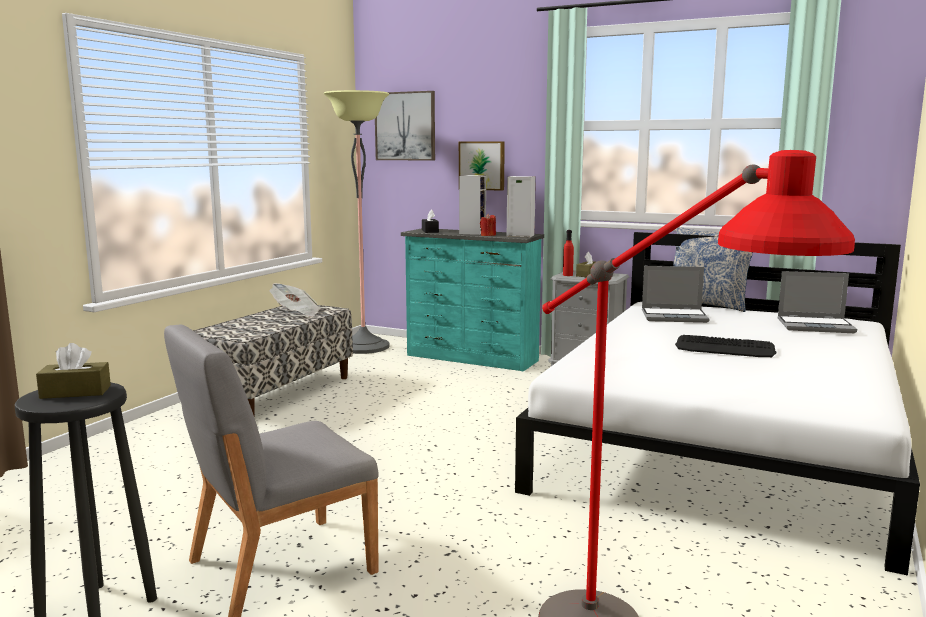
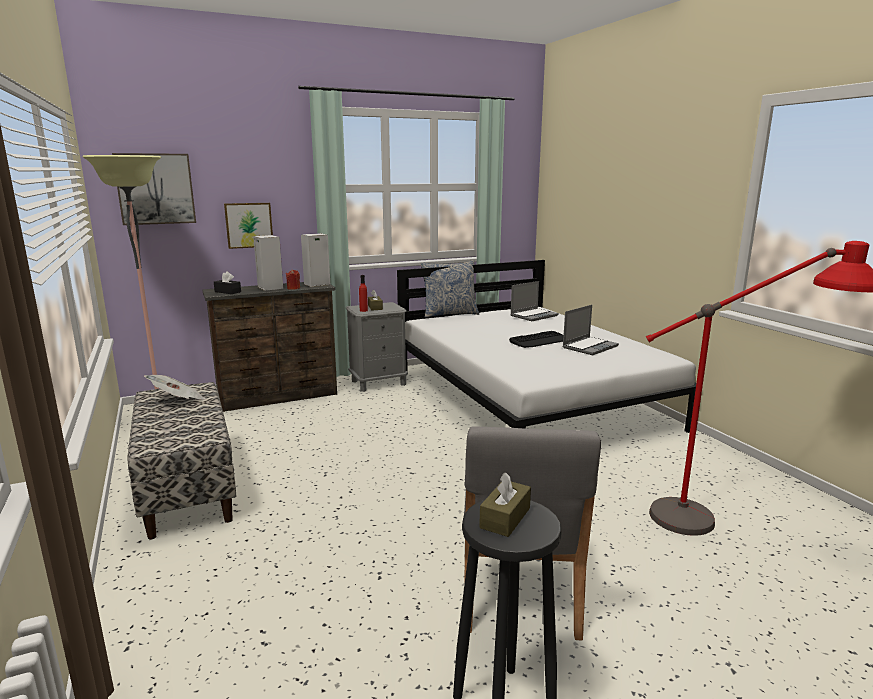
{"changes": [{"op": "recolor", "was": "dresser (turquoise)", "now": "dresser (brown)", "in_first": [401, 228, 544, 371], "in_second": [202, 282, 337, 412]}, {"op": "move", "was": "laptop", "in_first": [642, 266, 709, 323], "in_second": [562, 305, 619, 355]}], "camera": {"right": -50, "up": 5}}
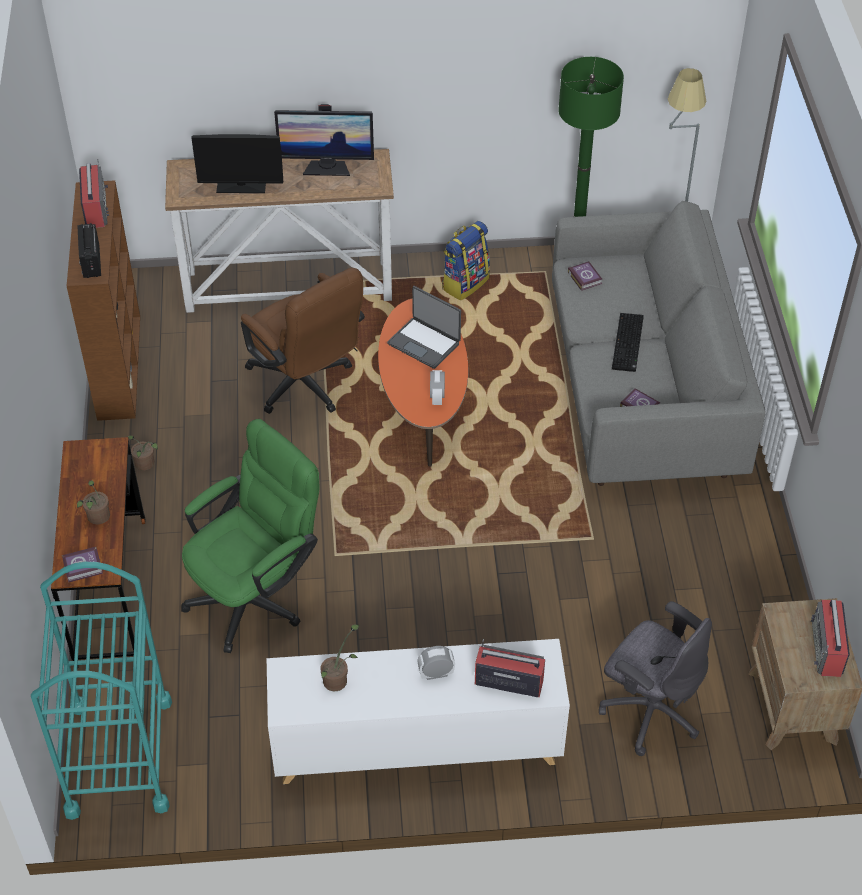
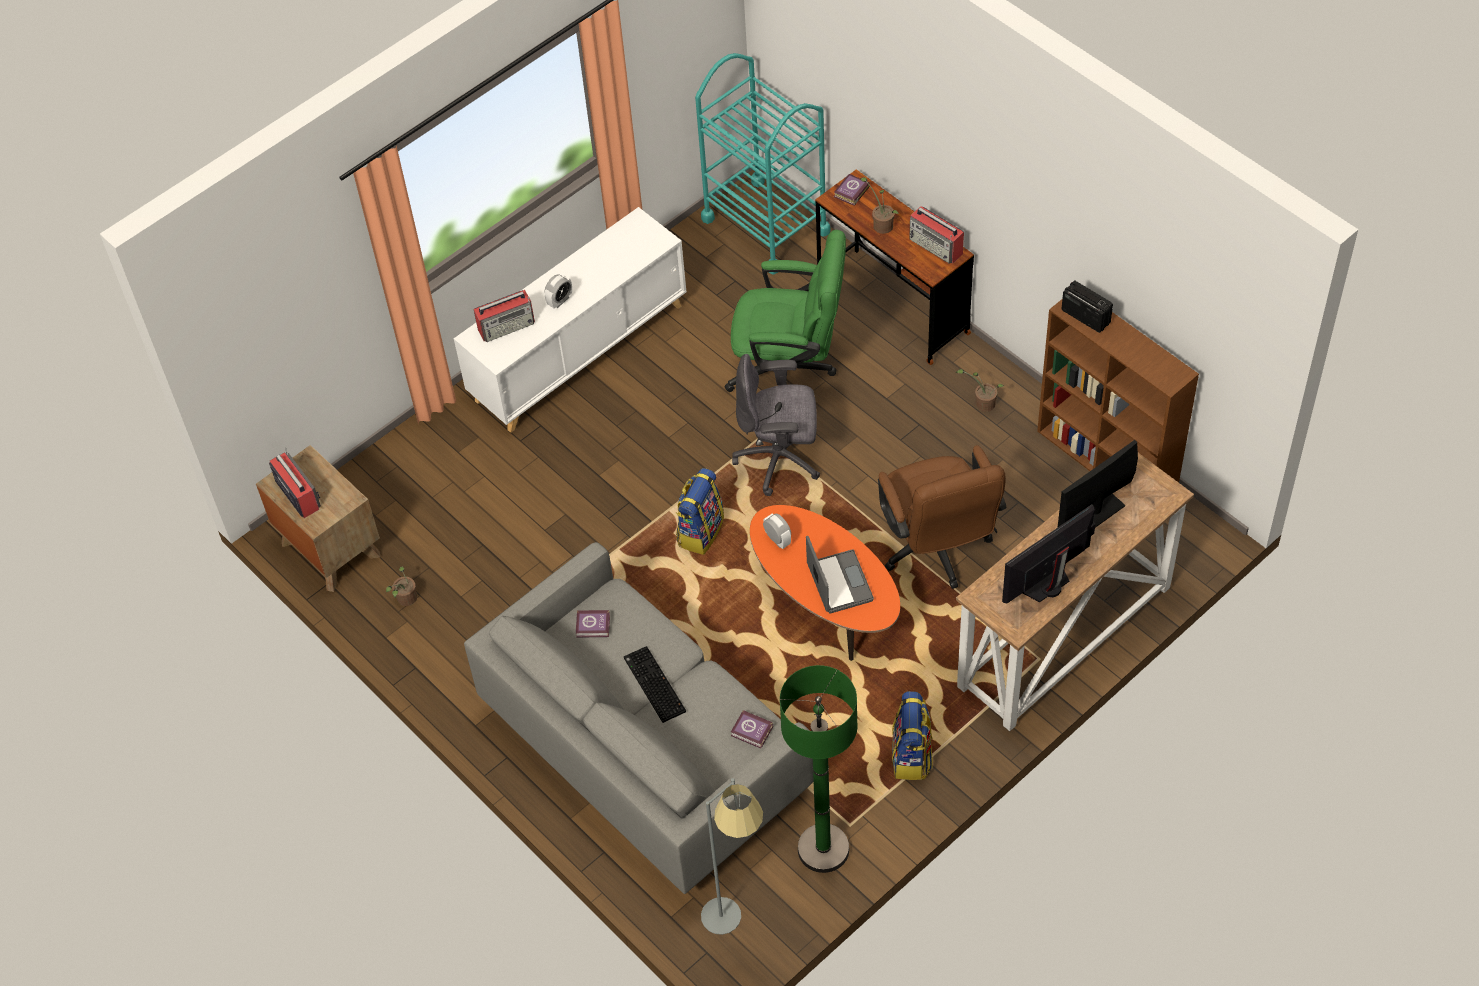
{"changes": [{"op": "move", "was": "radio", "in_first": [79, 159, 109, 228], "in_second": [910, 206, 964, 264]}, {"op": "rotate", "was": "office chair (brown)", "in_first": [241, 268, 365, 413], "in_second": [878, 445, 1006, 589], "clockwise": -120}, {"op": "rotate", "was": "laptop", "in_first": [387, 286, 461, 369], "in_second": [806, 536, 874, 613], "clockwise": 75}, {"op": "rotate", "was": "office chair (green)", "in_first": [181, 419, 319, 653], "in_second": [725, 230, 846, 392], "clockwise": -90}, {"op": "move", "was": "office chair (grey)", "in_first": [599, 601, 712, 756], "in_second": [732, 354, 820, 496]}, {"op": "move", "was": "potted plant", "in_first": [321, 624, 359, 691], "in_second": [386, 566, 417, 606]}, {"op": "insert", "now": "backpack", "in_second": [676, 468, 724, 555]}], "camera": {"right": 145, "up": 5}}
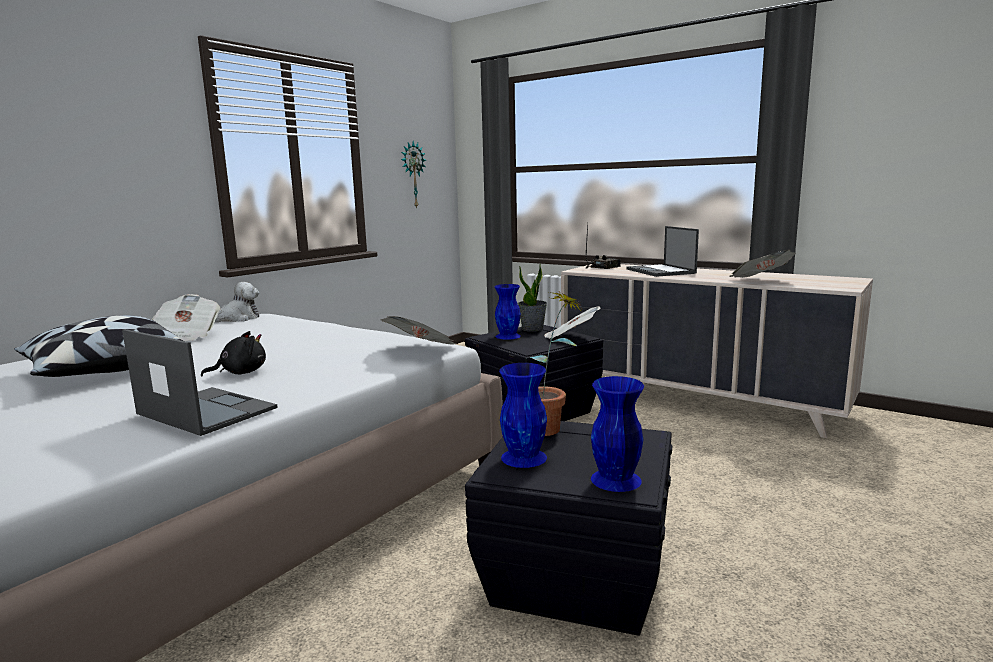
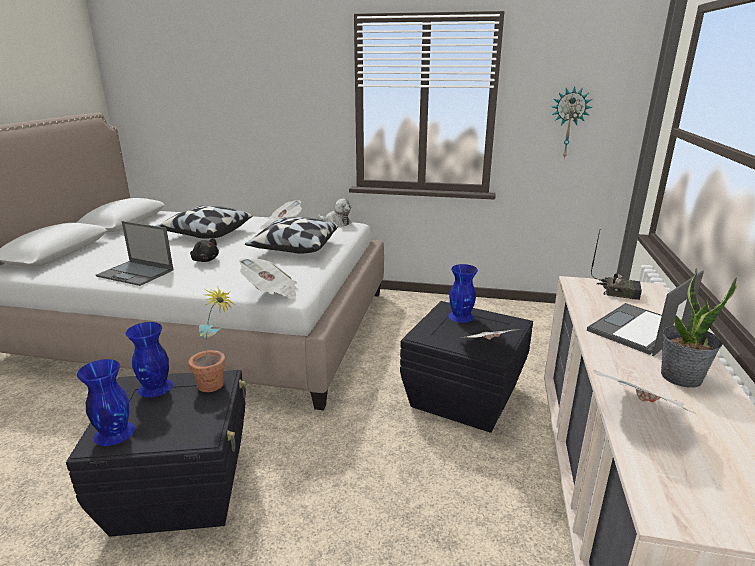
{"changes": [{"op": "move", "was": "potted plant", "in_first": [518, 263, 547, 332], "in_second": [661, 268, 737, 388]}, {"op": "rotate", "was": "laptop", "in_first": [122, 329, 277, 436], "in_second": [96, 221, 174, 286], "clockwise": 105}, {"op": "insert", "now": "pillow", "in_second": [245, 217, 338, 254]}], "camera": {"right": 65, "up": 10}}
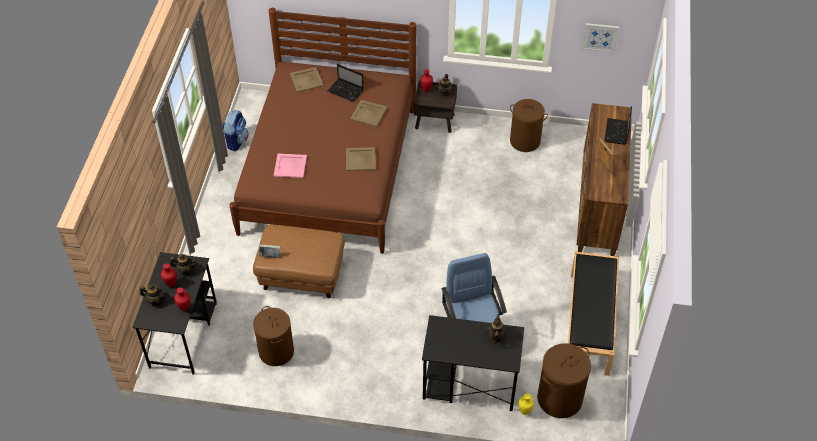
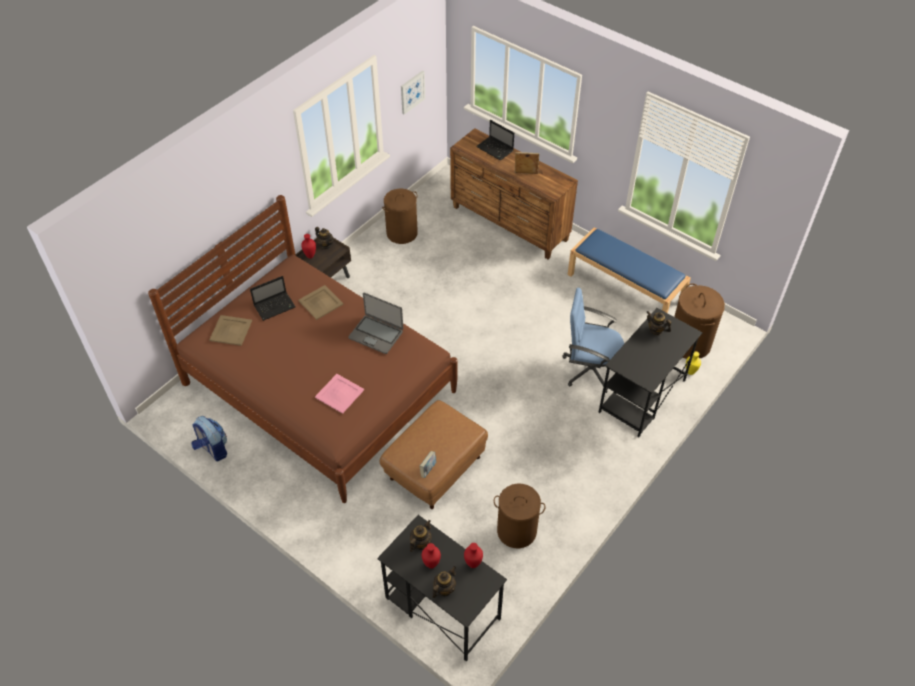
{"changes": [{"op": "replace", "was": "tray (beige)", "now": "laptop", "in_first": [346, 147, 376, 171], "in_second": [348, 293, 403, 354]}, {"op": "recolor", "was": "bench (black)", "now": "bench (blue)", "in_first": [568, 252, 619, 376], "in_second": [568, 227, 691, 313]}], "camera": {"right": -60, "up": 0}}
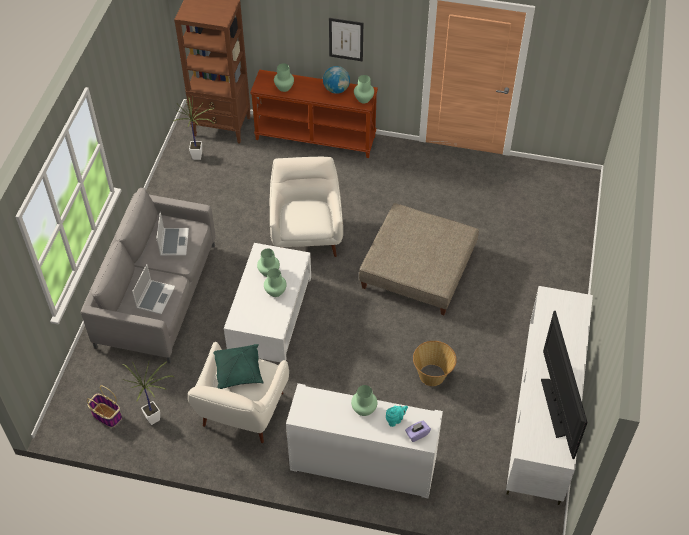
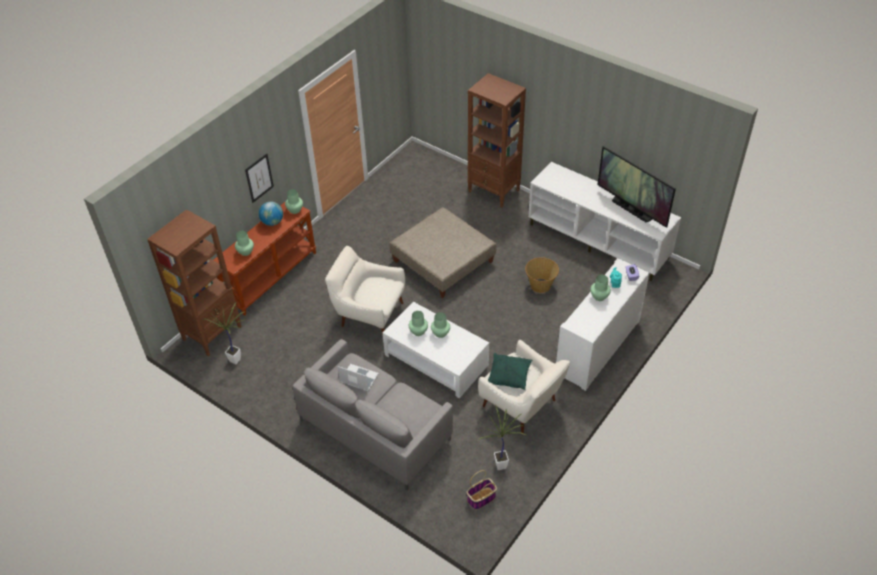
{"changes": [{"op": "delete", "was": "laptop", "in_first": [132, 264, 175, 315]}, {"op": "rotate", "was": "television", "in_first": [541, 311, 588, 459], "in_second": [597, 146, 676, 228], "clockwise": -150}, {"op": "insert", "now": "bookcase (brown)", "in_second": [467, 73, 526, 208]}], "camera": {"right": -65, "up": -5}}
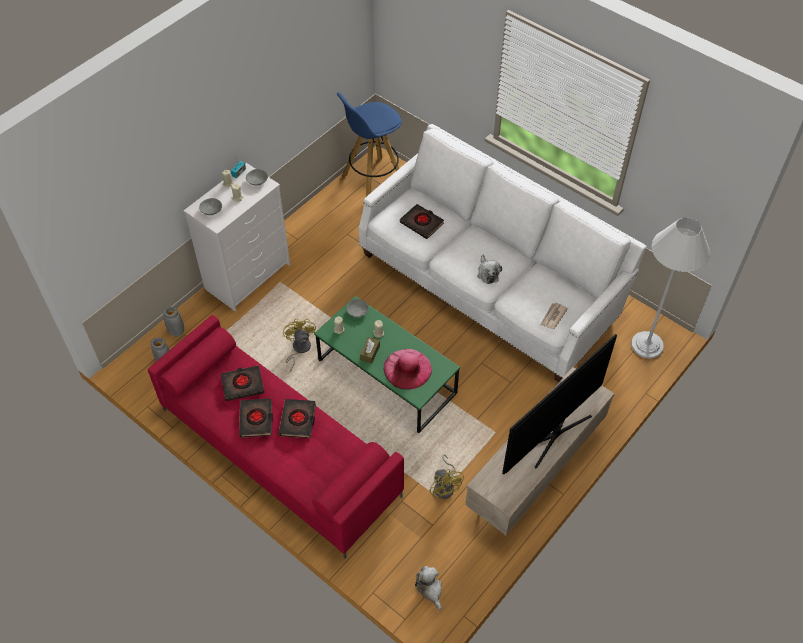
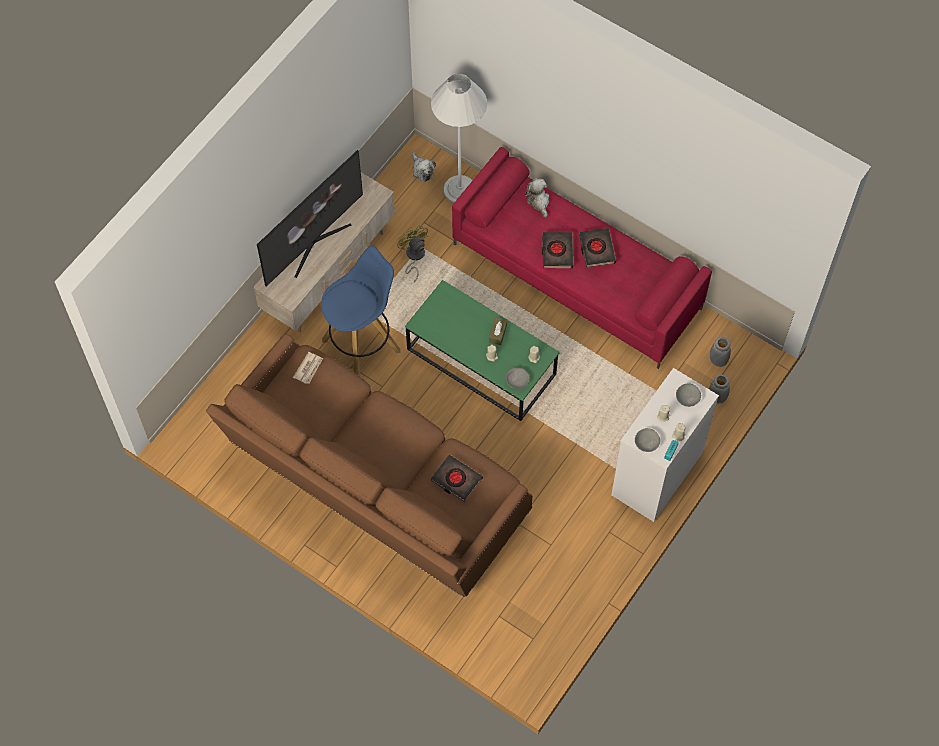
{"changes": [{"op": "move", "was": "stool (blue)", "in_first": [337, 92, 402, 197], "in_second": [321, 246, 401, 376]}, {"op": "recolor", "was": "sofa (white)", "now": "sofa (brown)", "in_first": [359, 124, 646, 382], "in_second": [206, 334, 533, 597]}, {"op": "move", "was": "floor lamp (white)", "in_first": [631, 217, 710, 359], "in_second": [431, 74, 487, 203]}, {"op": "move", "was": "plush toy", "in_first": [477, 254, 502, 284], "in_second": [525, 178, 550, 218]}, {"op": "delete", "was": "fan (yellow)", "in_first": [283, 318, 316, 372]}, {"op": "delete", "was": "hat (pink)", "in_first": [383, 349, 432, 390]}, {"op": "delete", "was": "book (black)", "in_first": [221, 365, 265, 401]}], "camera": {"right": 175, "up": 10}}
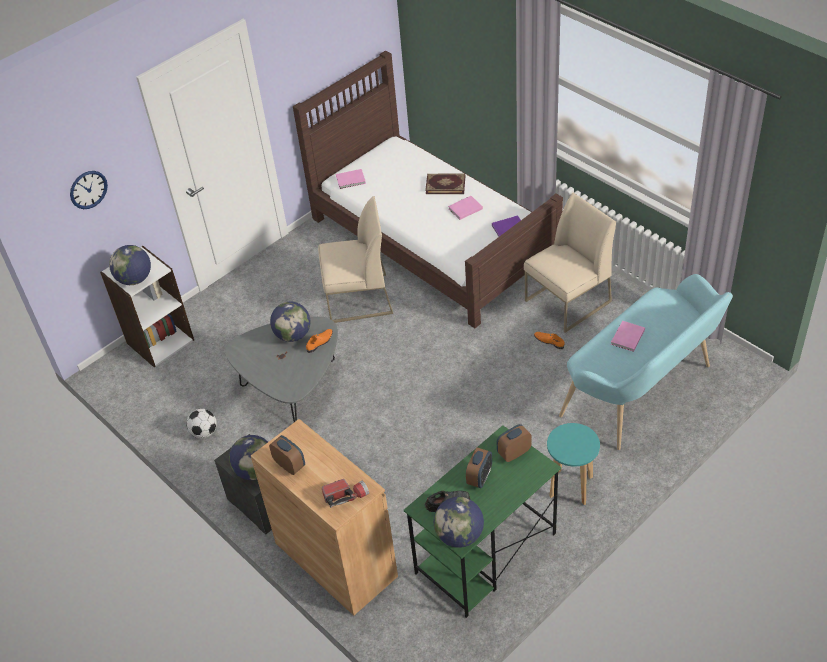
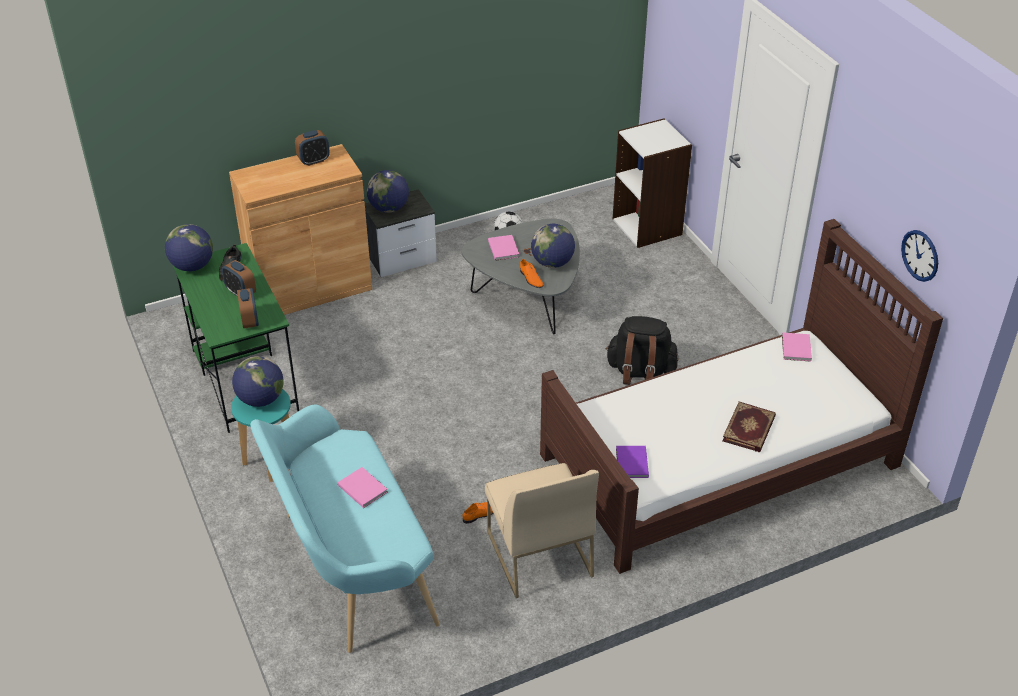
{"changes": [{"op": "move", "was": "wall clock", "in_first": [70, 171, 108, 209], "in_second": [901, 230, 938, 282]}, {"op": "replace", "was": "chair (beige)", "now": "backpack (black)", "in_first": [318, 196, 393, 323], "in_second": [605, 316, 678, 385]}, {"op": "move", "was": "book (pink)", "in_first": [448, 196, 483, 220], "in_second": [488, 235, 519, 261]}, {"op": "move", "was": "globe", "in_first": [109, 245, 151, 285], "in_second": [232, 356, 284, 407]}, {"op": "delete", "was": "flashlight", "in_first": [322, 479, 369, 508]}], "camera": {"right": 105, "up": -5}}
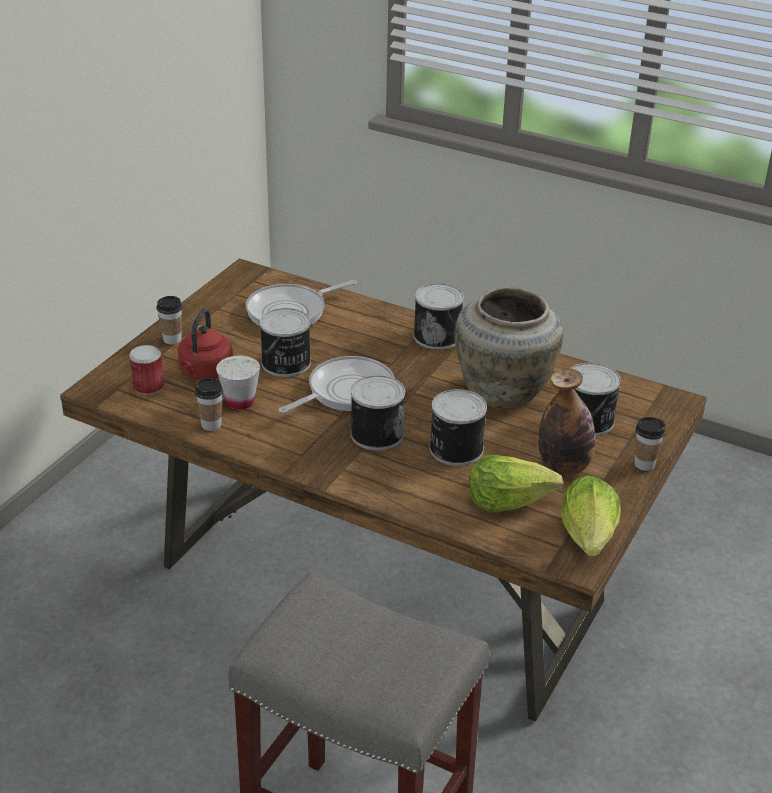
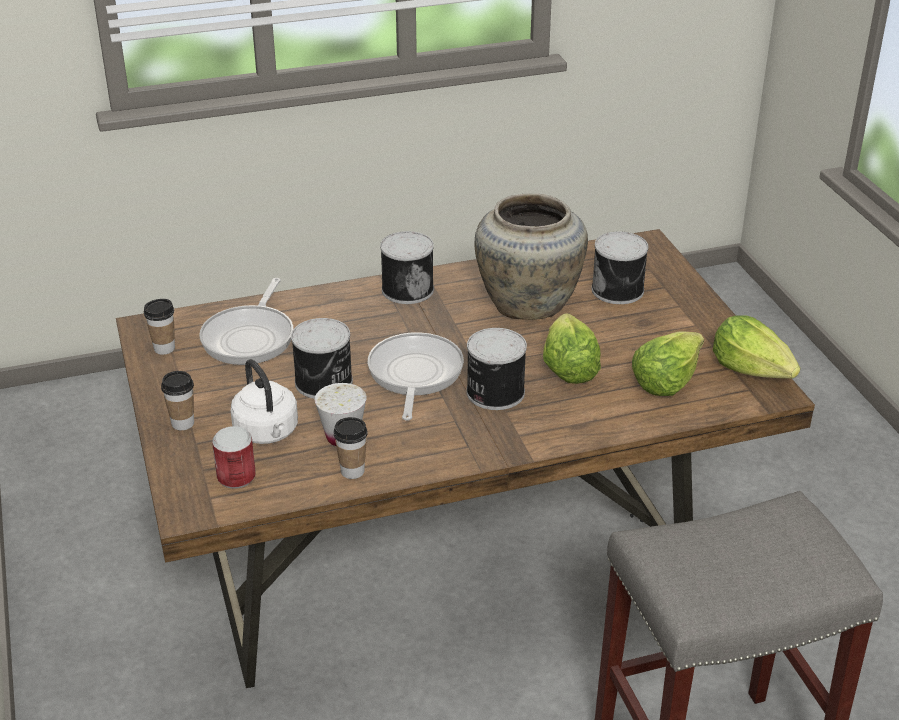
{"changes": [{"op": "recolor", "was": "kettle (red)", "now": "kettle (white)", "in_first": [178, 308, 233, 380], "in_second": [231, 359, 298, 444]}, {"op": "delete", "was": "bottle", "in_first": [538, 368, 596, 476]}, {"op": "replace", "was": "can", "now": "lettuce", "in_first": [430, 389, 487, 466], "in_second": [543, 313, 601, 384]}, {"op": "move", "was": "cup", "in_first": [635, 417, 666, 471], "in_second": [144, 299, 175, 355]}], "camera": {"right": -45, "up": 0}}
